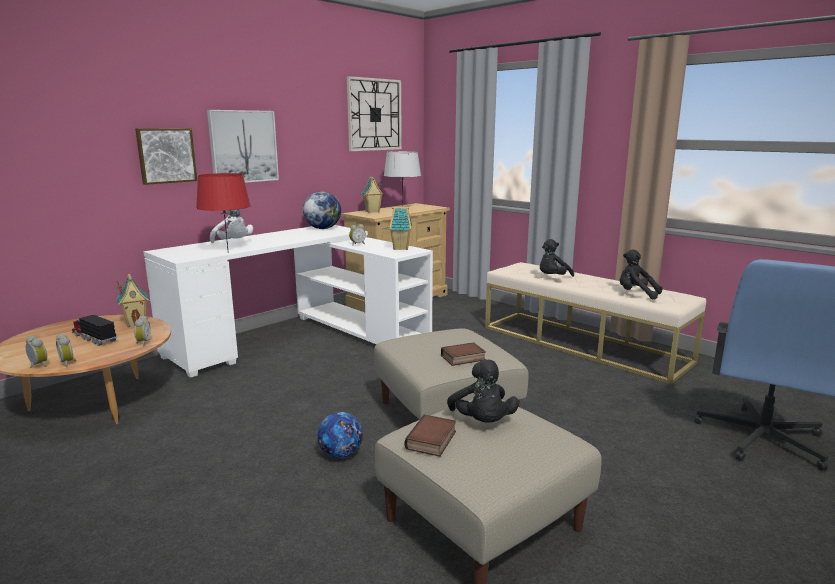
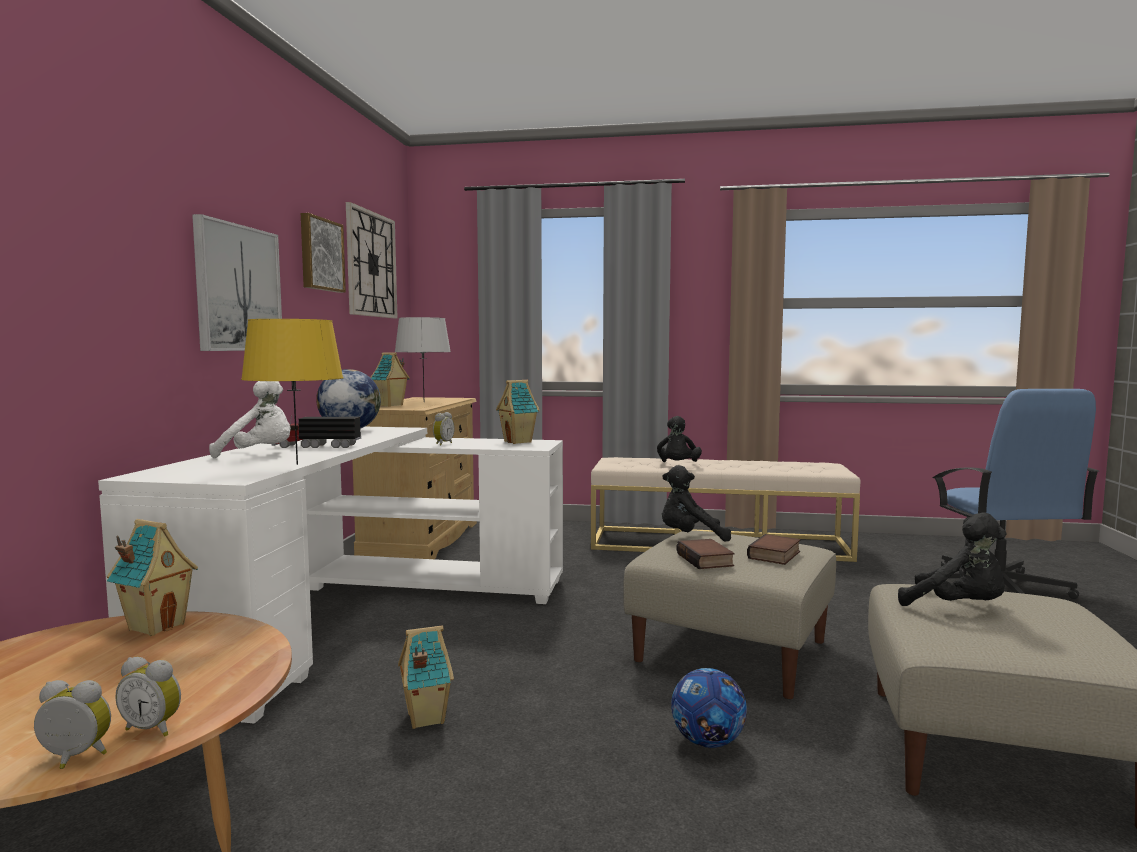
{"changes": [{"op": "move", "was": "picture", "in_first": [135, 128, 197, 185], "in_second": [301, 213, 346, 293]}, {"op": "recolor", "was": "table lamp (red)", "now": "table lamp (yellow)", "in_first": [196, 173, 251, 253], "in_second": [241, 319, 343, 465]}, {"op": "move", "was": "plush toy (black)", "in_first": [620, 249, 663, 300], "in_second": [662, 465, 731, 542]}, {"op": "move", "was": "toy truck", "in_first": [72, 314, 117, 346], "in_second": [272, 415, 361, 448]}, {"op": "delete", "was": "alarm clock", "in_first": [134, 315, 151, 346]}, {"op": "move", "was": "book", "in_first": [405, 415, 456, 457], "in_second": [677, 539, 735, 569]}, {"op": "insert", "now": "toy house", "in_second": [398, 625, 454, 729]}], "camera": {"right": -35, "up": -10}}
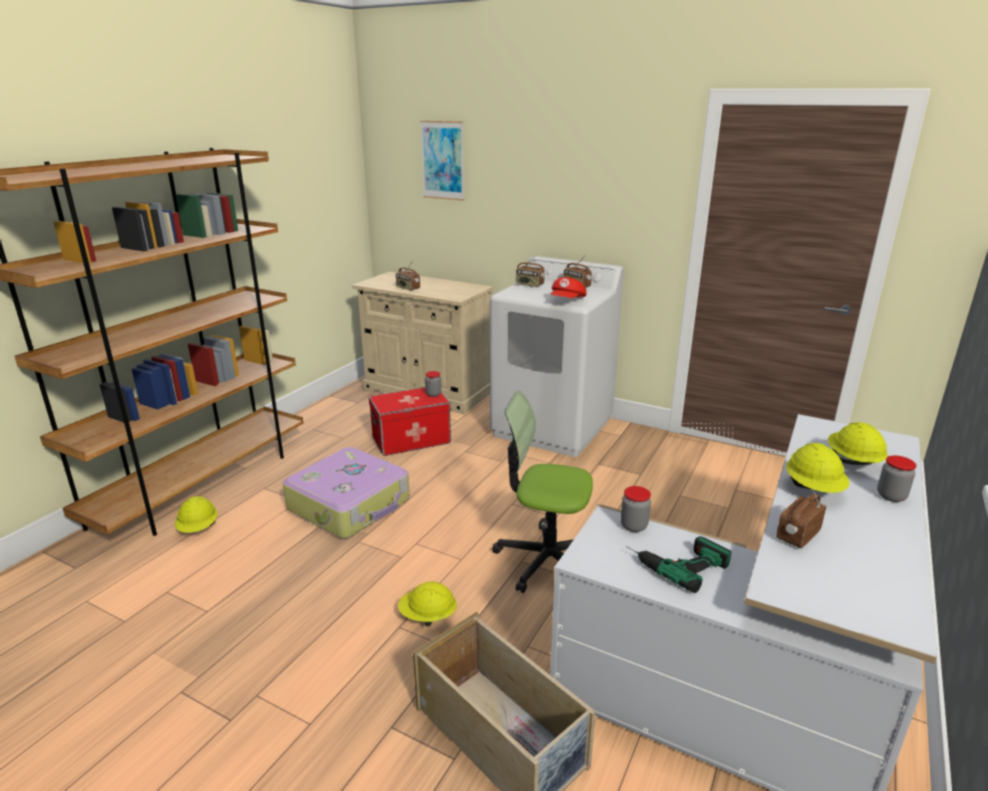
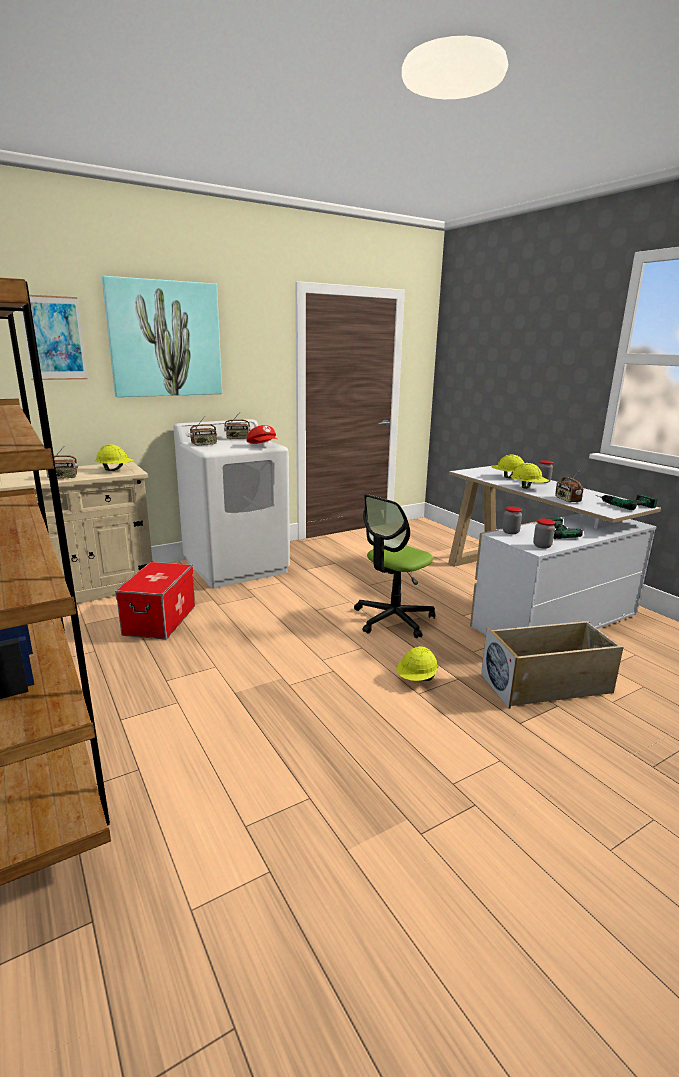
{"changes": [{"op": "move", "was": "jar", "in_first": [425, 371, 441, 397], "in_second": [533, 519, 555, 549]}, {"op": "delete", "was": "suitcase", "in_first": [283, 447, 410, 538]}, {"op": "move", "was": "hard hat (yellow)", "in_first": [175, 496, 218, 533], "in_second": [95, 444, 134, 471]}, {"op": "insert", "now": "picture", "in_second": [102, 276, 222, 397]}, {"op": "insert", "now": "power drill", "in_second": [595, 494, 657, 510]}], "camera": {"right": -60, "up": -5}}
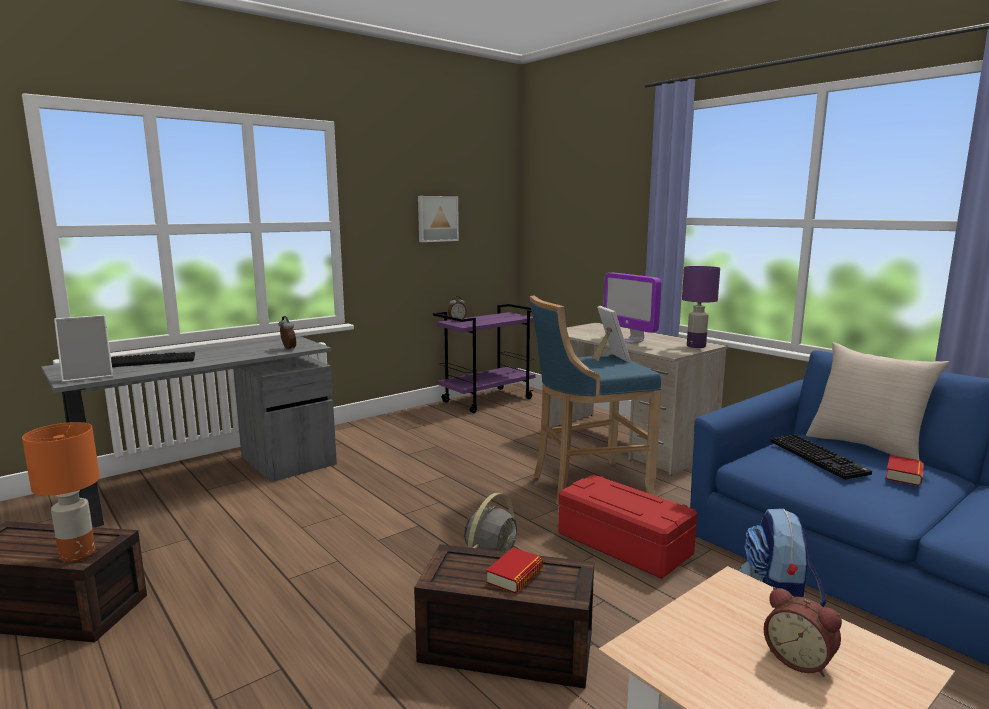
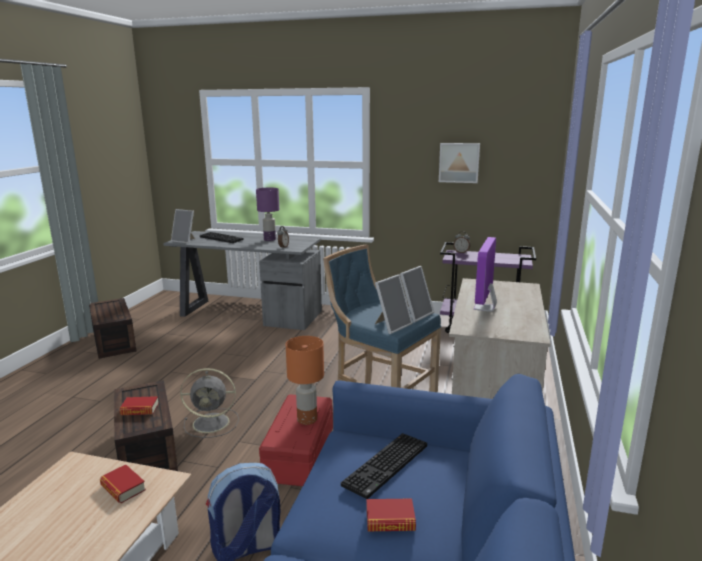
{"changes": [{"op": "move", "was": "table lamp (purple)", "in_first": [682, 266, 720, 348], "in_second": [256, 188, 279, 241]}, {"op": "delete", "was": "pillow (beige)", "in_first": [806, 342, 949, 460]}, {"op": "move", "was": "table lamp (orange)", "in_first": [22, 422, 100, 562], "in_second": [286, 336, 324, 425]}, {"op": "delete", "was": "alarm clock", "in_first": [764, 587, 842, 677]}, {"op": "insert", "now": "picture frame", "in_second": [375, 274, 413, 334]}, {"op": "insert", "now": "book", "in_second": [100, 465, 146, 503]}], "camera": {"right": 55, "up": 5}}
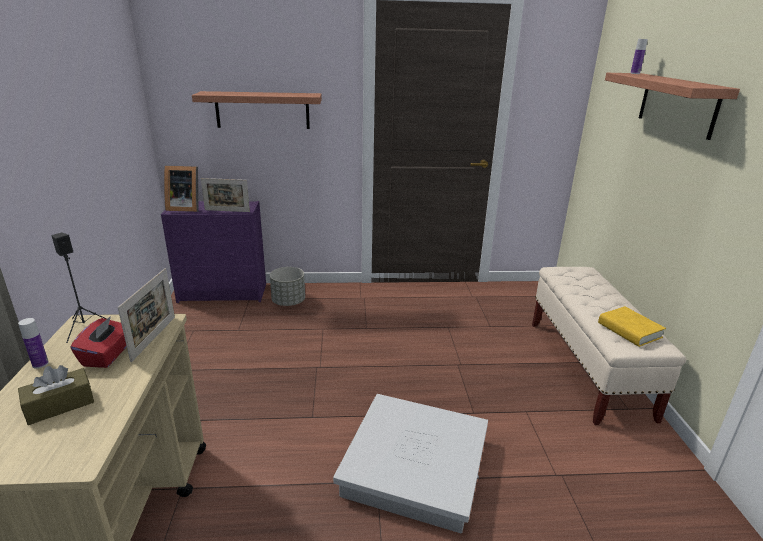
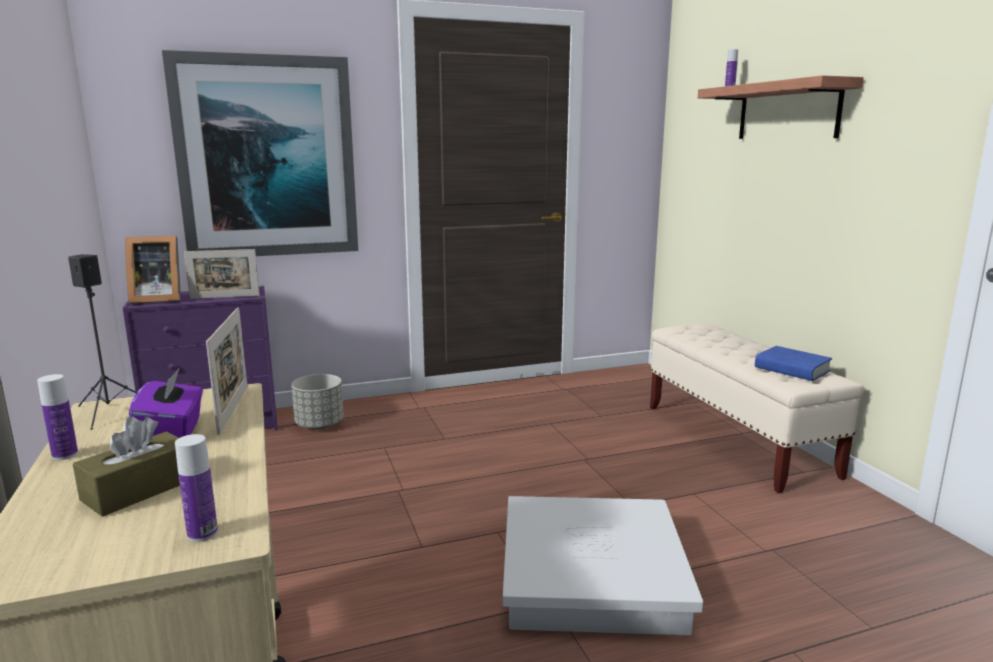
{"changes": [{"op": "replace", "was": "shelf", "now": "picture", "in_first": [192, 91, 322, 129], "in_second": [162, 50, 358, 256]}, {"op": "recolor", "was": "book (yellow)", "now": "book (blue)", "in_first": [598, 306, 666, 347], "in_second": [755, 346, 832, 381]}, {"op": "recolor", "was": "tissue box (red)", "now": "tissue box (purple)", "in_first": [71, 316, 127, 368], "in_second": [129, 369, 203, 438]}, {"op": "insert", "now": "bottle", "in_second": [175, 434, 218, 542]}], "camera": {"right": -15, "up": -10}}
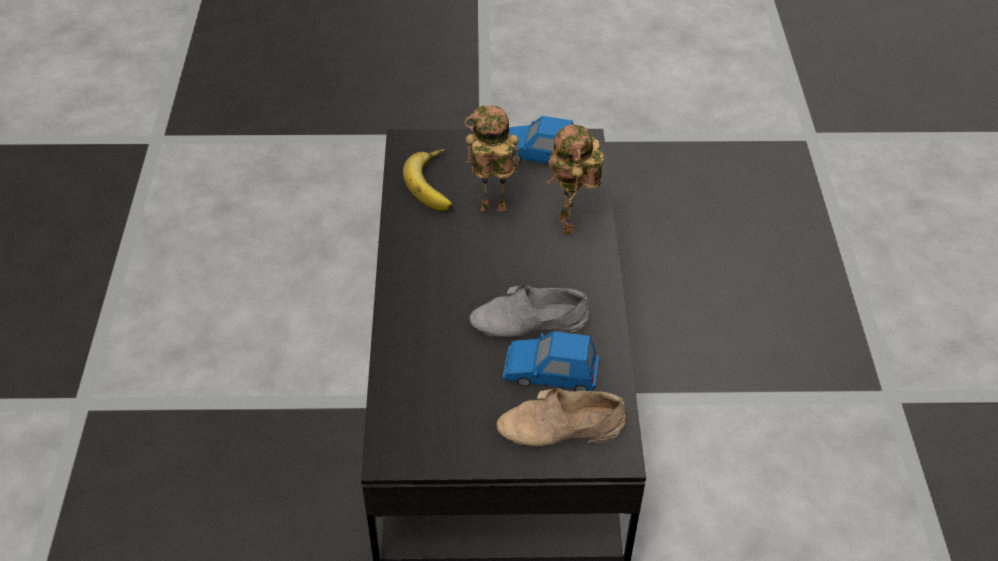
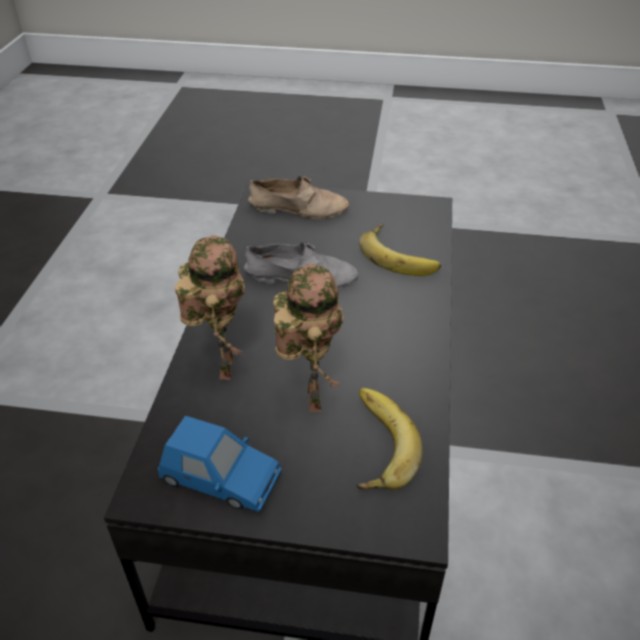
{"changes": [{"op": "rotate", "was": "toy robot", "in_first": [465, 106, 519, 211], "in_second": [273, 264, 343, 412], "clockwise": -105}, {"op": "delete", "was": "toy car (blue)", "in_first": [502, 331, 599, 391]}, {"op": "insert", "now": "banana", "in_second": [359, 224, 441, 276]}], "camera": {"right": -170, "up": -5}}
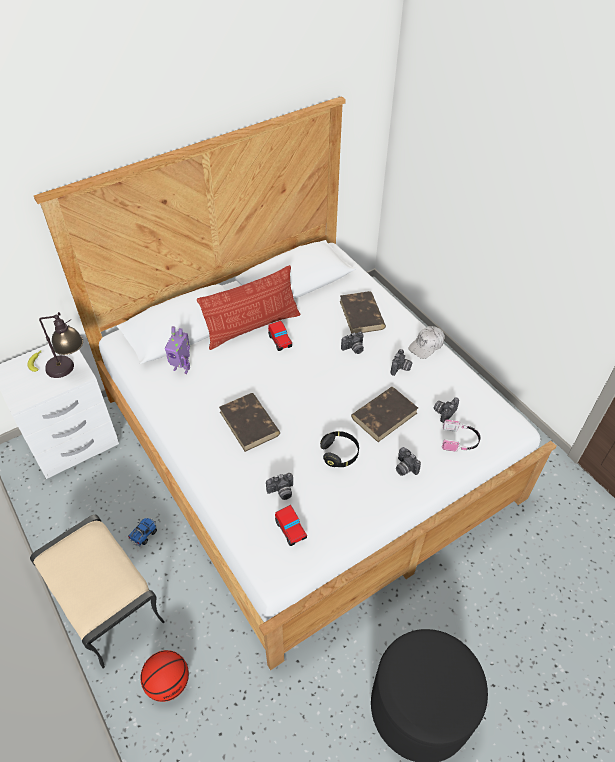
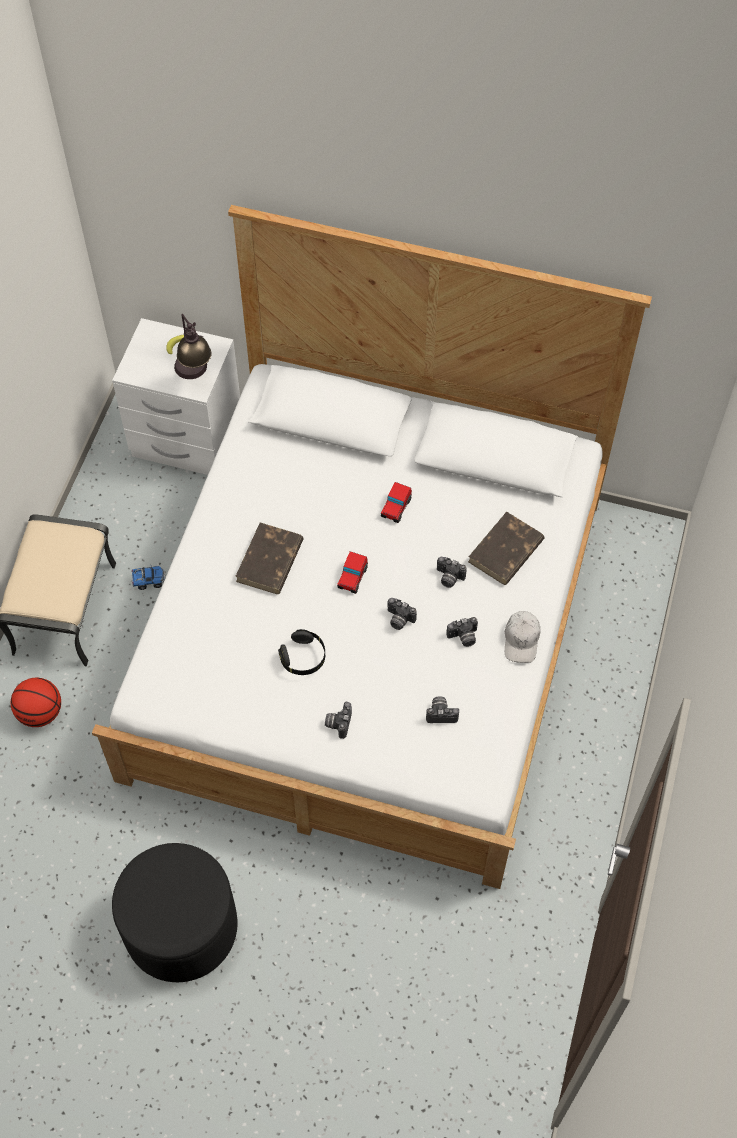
{"changes": [{"op": "delete", "was": "pillow", "in_first": [197, 265, 300, 350]}, {"op": "delete", "was": "toy robot", "in_first": [165, 326, 190, 374]}, {"op": "rotate", "was": "cap (white)", "in_first": [408, 326, 444, 359], "in_second": [505, 611, 541, 663], "clockwise": -90}, {"op": "delete", "was": "book (brown)", "in_first": [351, 387, 418, 442]}, {"op": "delete", "was": "headphones", "in_first": [442, 420, 481, 452]}, {"op": "move", "was": "photo camera", "in_first": [266, 473, 293, 500], "in_second": [387, 598, 417, 630]}, {"op": "move", "was": "toy car", "in_first": [275, 505, 307, 546], "in_second": [337, 551, 368, 594]}], "camera": {"right": 50, "up": 10}}
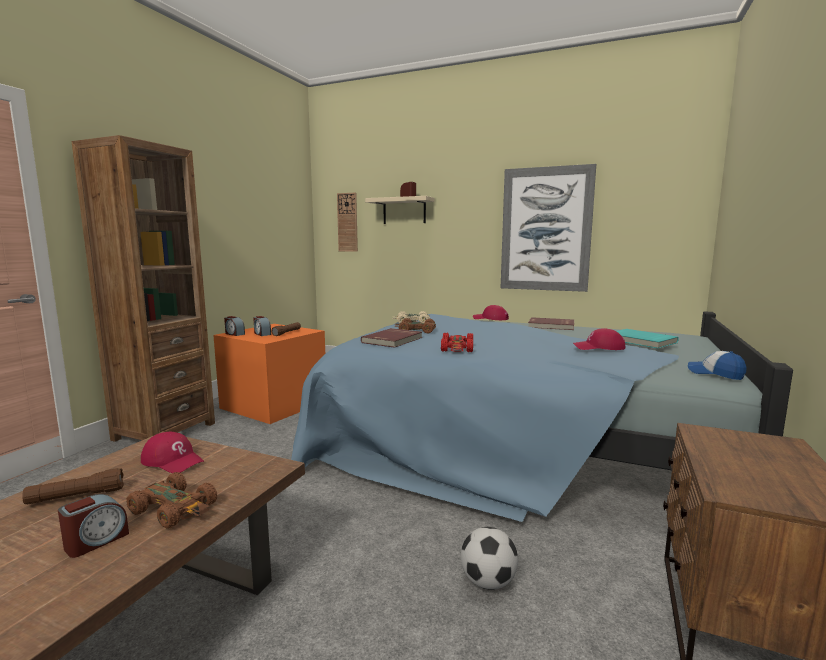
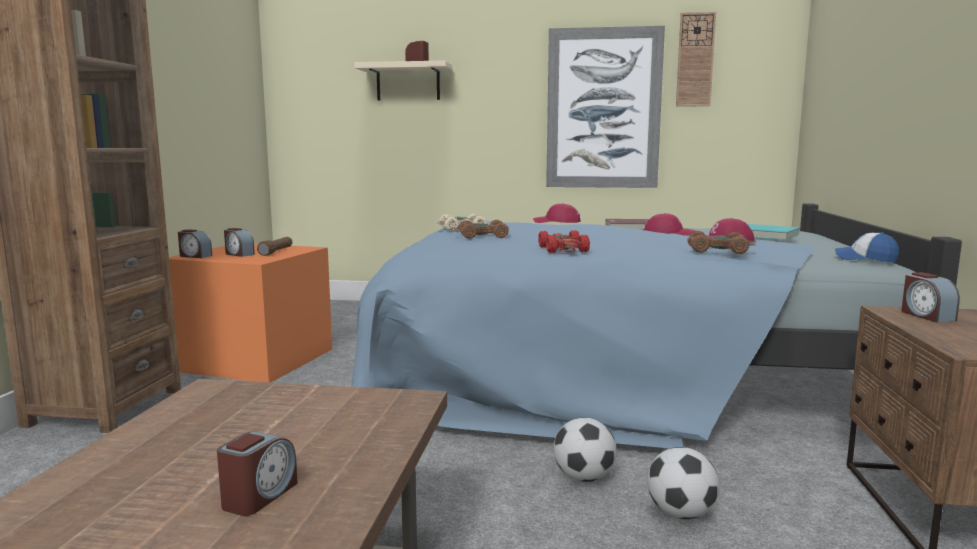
{"changes": [{"op": "move", "was": "wall clock", "in_first": [337, 193, 358, 252], "in_second": [676, 12, 716, 107]}, {"op": "delete", "was": "book (red)", "in_first": [361, 328, 422, 348]}, {"op": "move", "was": "cap (red)", "in_first": [141, 432, 204, 473], "in_second": [644, 213, 696, 236]}, {"op": "delete", "was": "flashlight (brown)", "in_first": [22, 468, 124, 505]}, {"op": "move", "was": "toy car (brown)", "in_first": [126, 472, 217, 529], "in_second": [687, 231, 757, 254]}, {"op": "insert", "now": "alarm clock", "in_second": [901, 272, 960, 322]}, {"op": "insert", "now": "football", "in_second": [554, 418, 617, 482]}], "camera": {"right": -15, "up": 0}}
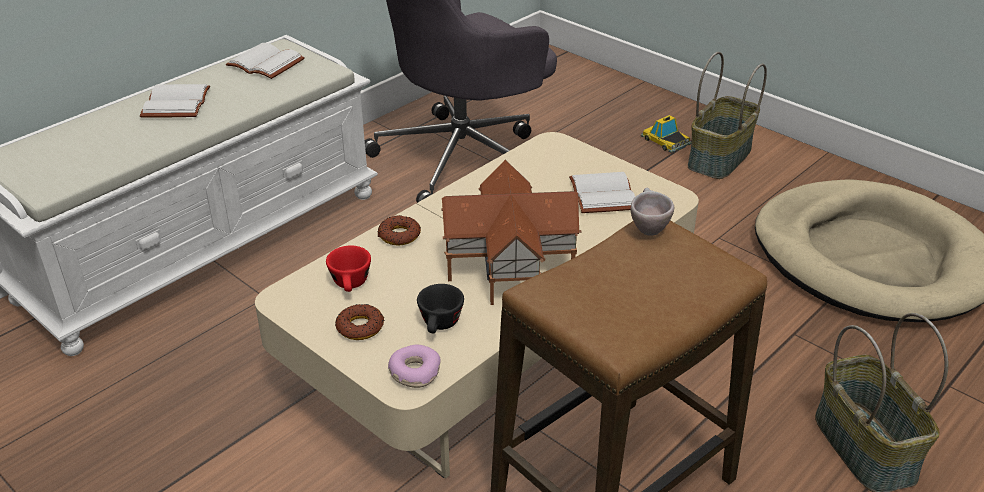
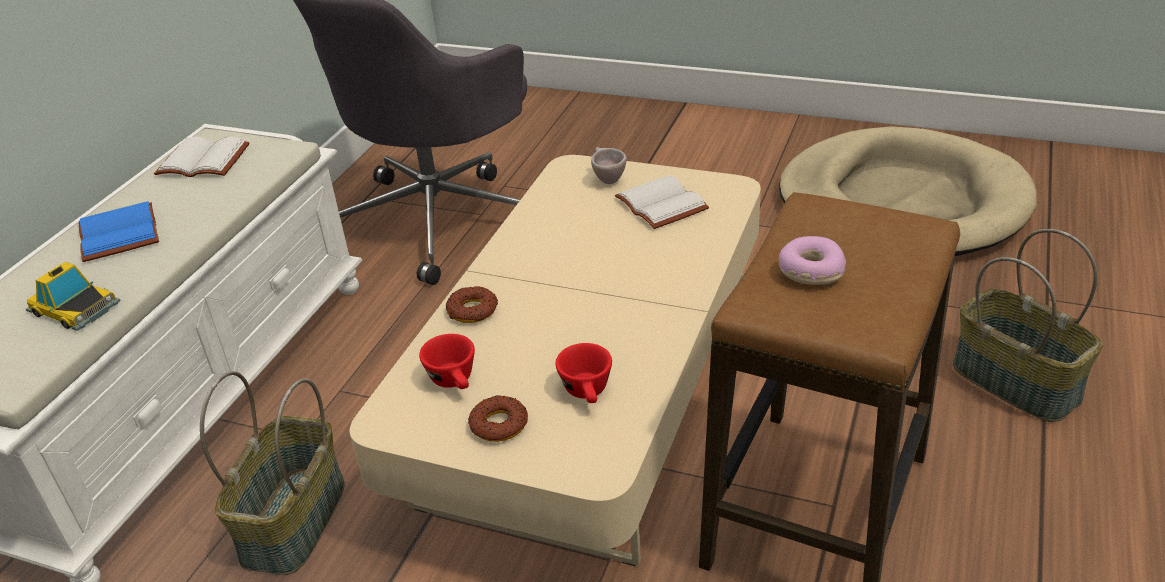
{"changes": [{"op": "move", "was": "basket", "in_first": [688, 52, 767, 179], "in_second": [200, 371, 345, 575]}, {"op": "recolor", "was": "book (white)", "now": "book (blue)", "in_first": [140, 84, 210, 117], "in_second": [79, 201, 159, 262]}, {"op": "move", "was": "toy car", "in_first": [641, 115, 692, 153], "in_second": [26, 262, 121, 331]}, {"op": "delete", "was": "toy house", "in_first": [441, 160, 581, 305]}, {"op": "move", "was": "cup (beige)", "in_first": [630, 187, 674, 236], "in_second": [591, 147, 627, 184]}, {"op": "recolor", "was": "cup (black)", "now": "cup (red)", "in_first": [417, 284, 464, 334], "in_second": [555, 343, 612, 403]}, {"op": "move", "was": "donut", "in_first": [388, 345, 441, 388], "in_second": [779, 236, 846, 285]}], "camera": {"right": -20, "up": 0}}
